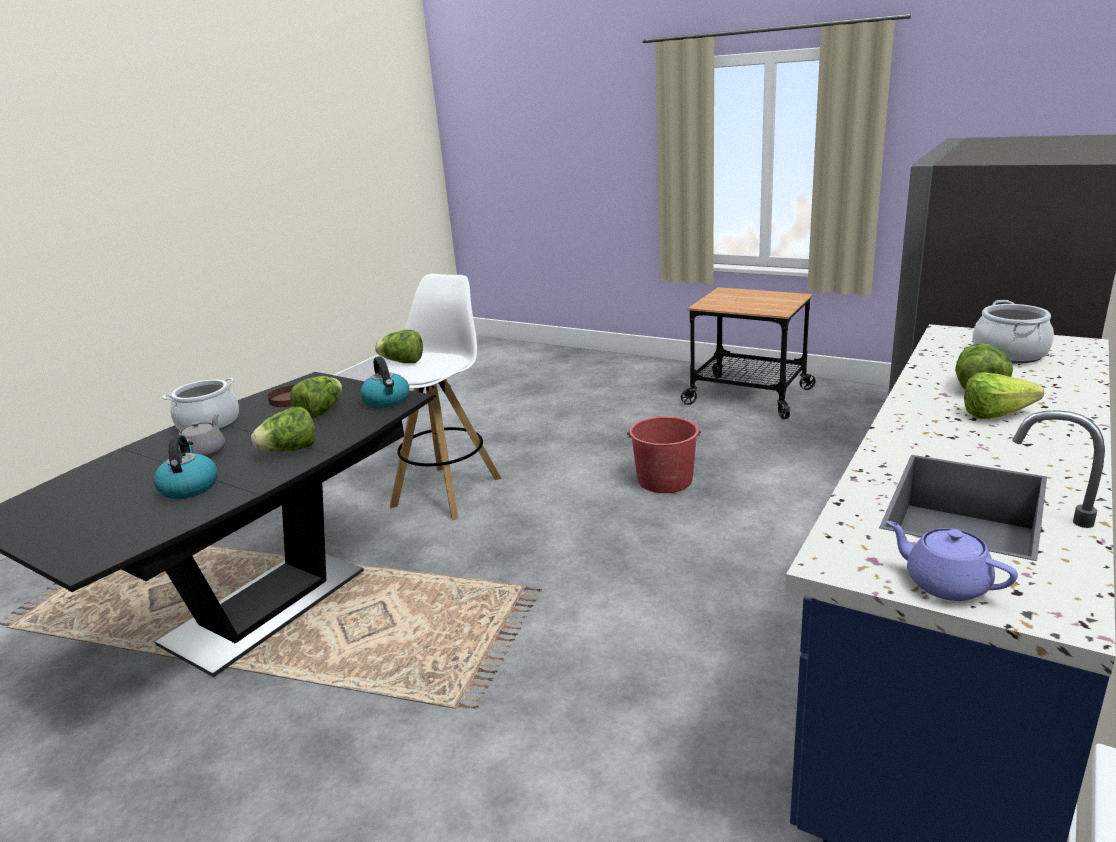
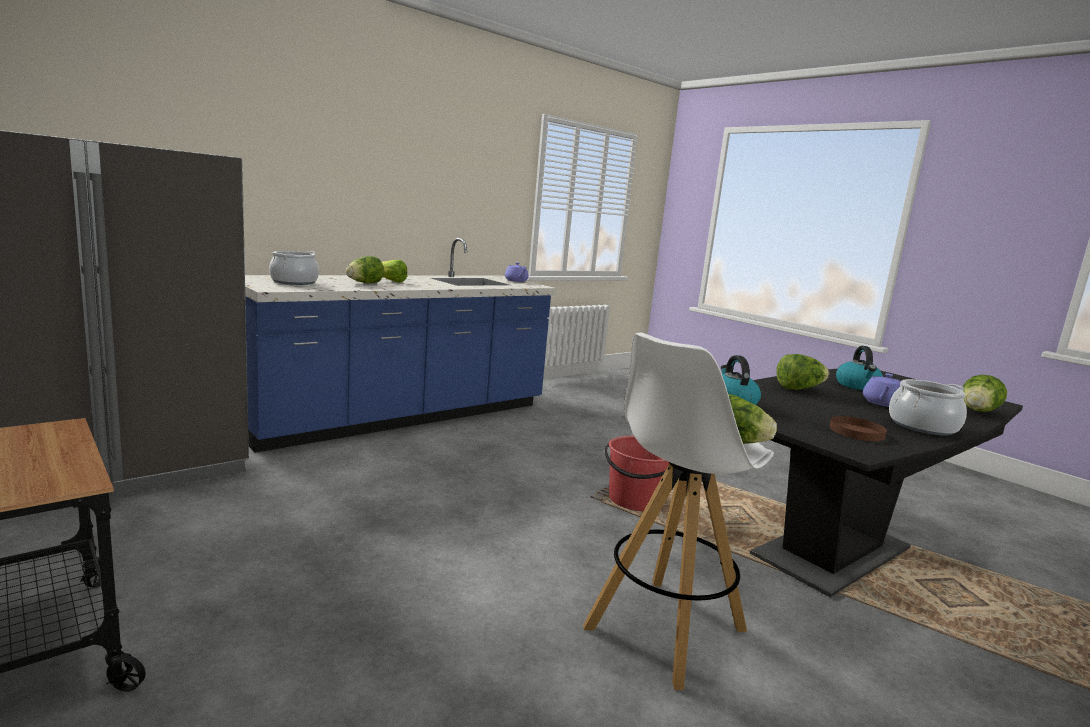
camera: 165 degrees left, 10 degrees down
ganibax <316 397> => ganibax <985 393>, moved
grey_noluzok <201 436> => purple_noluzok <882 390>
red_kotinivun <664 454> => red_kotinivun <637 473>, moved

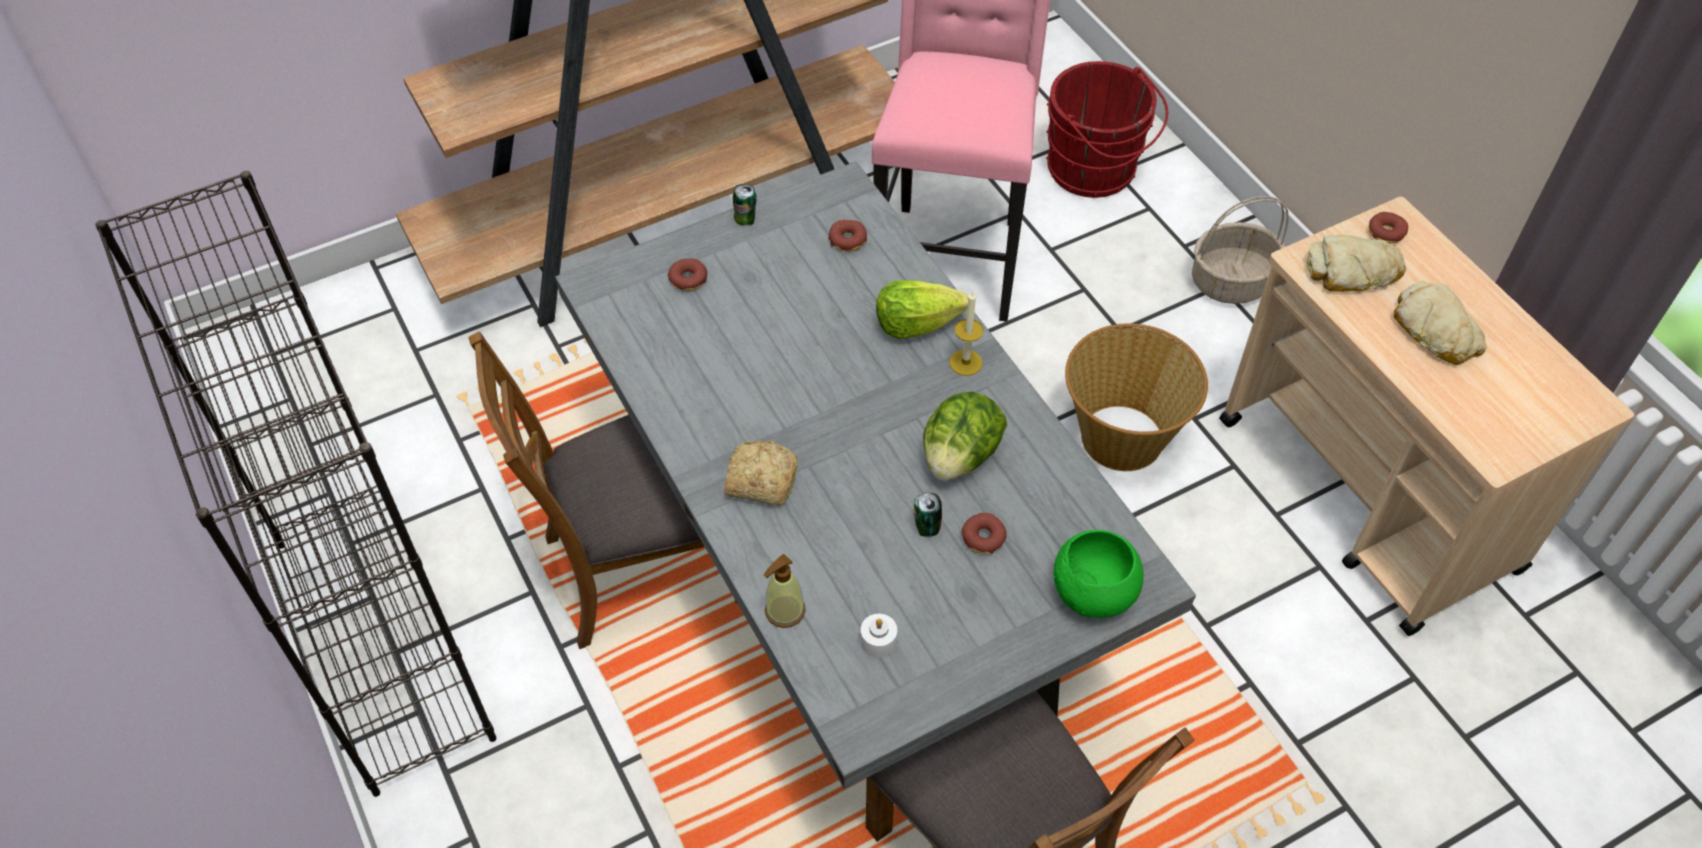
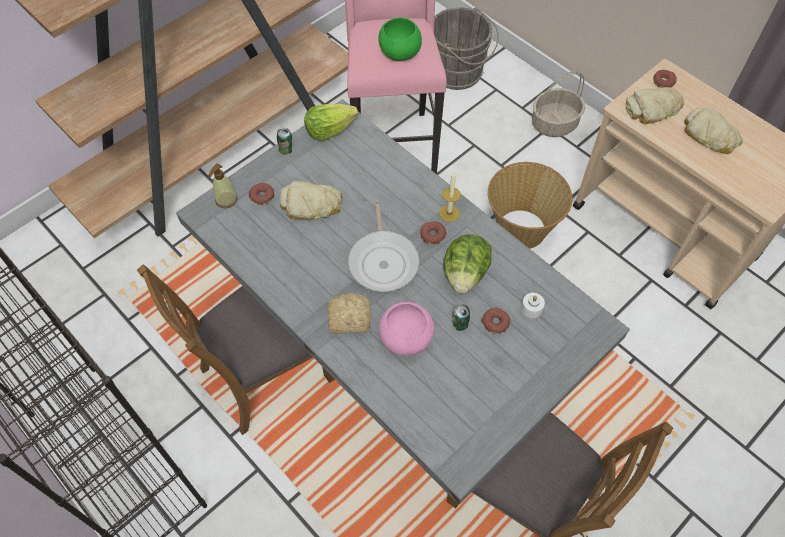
camera: 15 degrees left, 5 degrees up
red_kotinivun <1107 129> => grey_kotinivun <466 48>
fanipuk <847 236> => fanipuk <433 233>, moved
ganibax <922 309> => ganibax <331 122>, moved
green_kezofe <1099 574> => green_kezofe <400 39>, moved
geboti <785 591> => geboti <222 186>, moved
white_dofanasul <878 636> => white_dofanasul <533 305>, moved
nothing => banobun <311 200>
nothing => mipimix <384 246>
nothing => pink_kezofe <406 329>

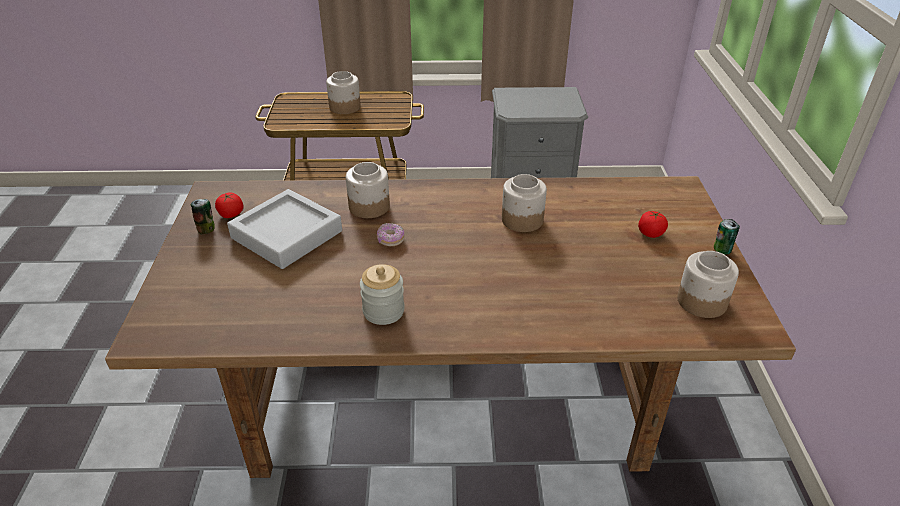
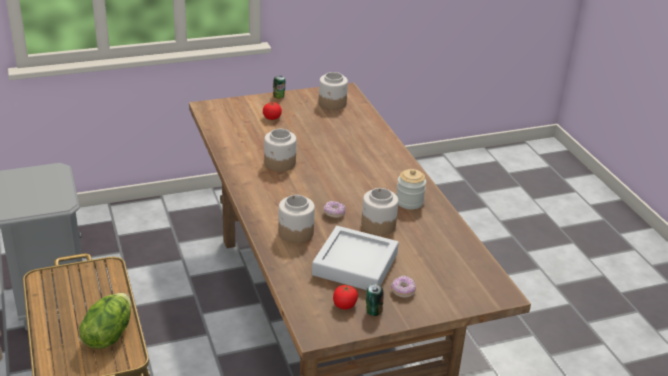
camera: 110 degrees left, 5 degrees down
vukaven <343 92> => vukaven <379 211>, moved
nothing => fanipuk <403 287>
nothing => ganibax <105 321>

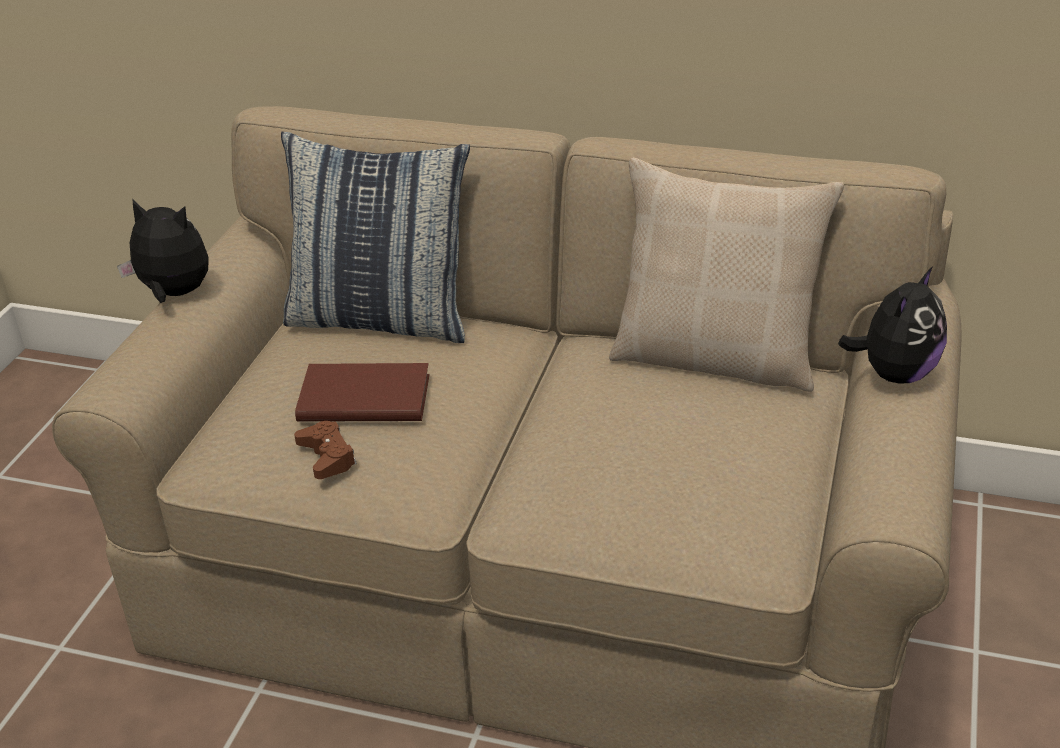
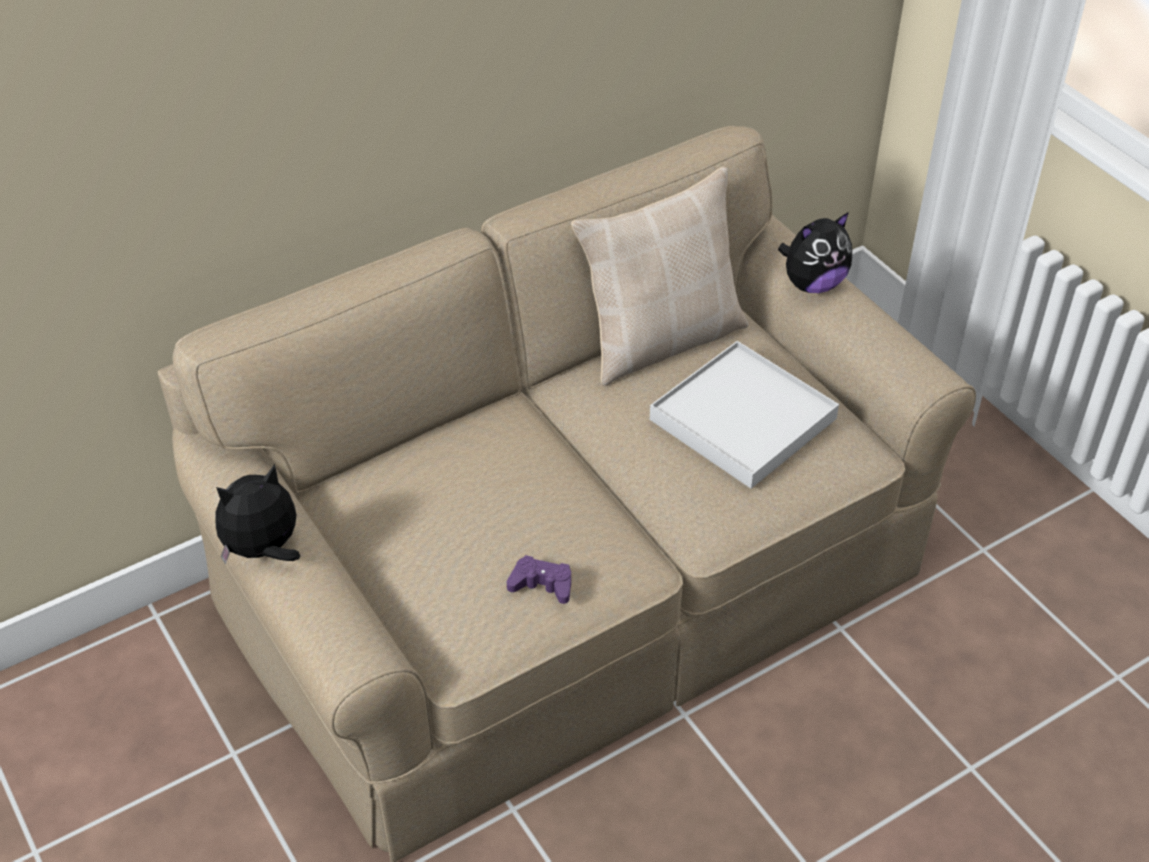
camera: 50 degrees left, 10 degrees up
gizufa <375 237> => nothing
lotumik <892 325> => lotumik <815 252>, 75 degrees clockwise
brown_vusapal <362 392> => nothing
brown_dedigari <325 450> => purple_dedigari <539 579>
nothing => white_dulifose <744 415>

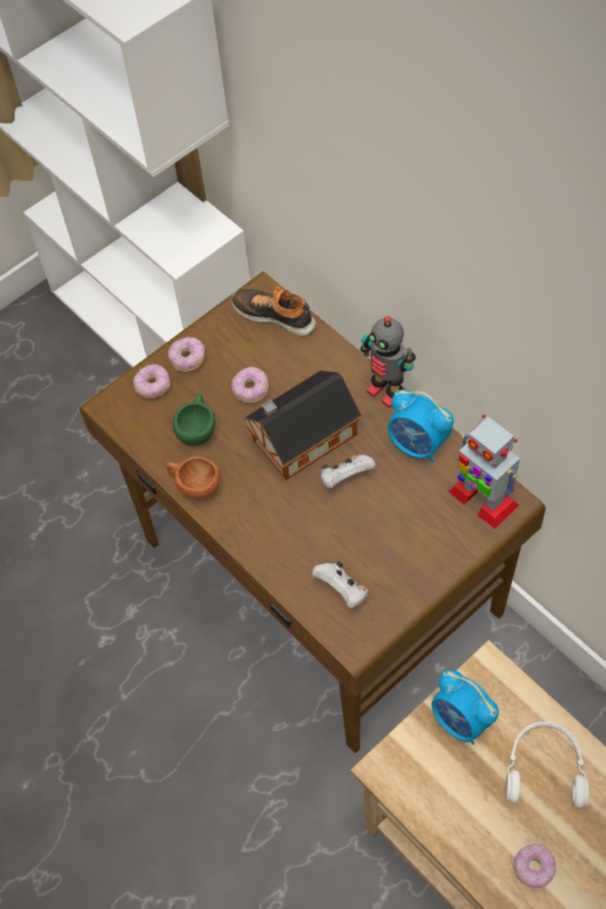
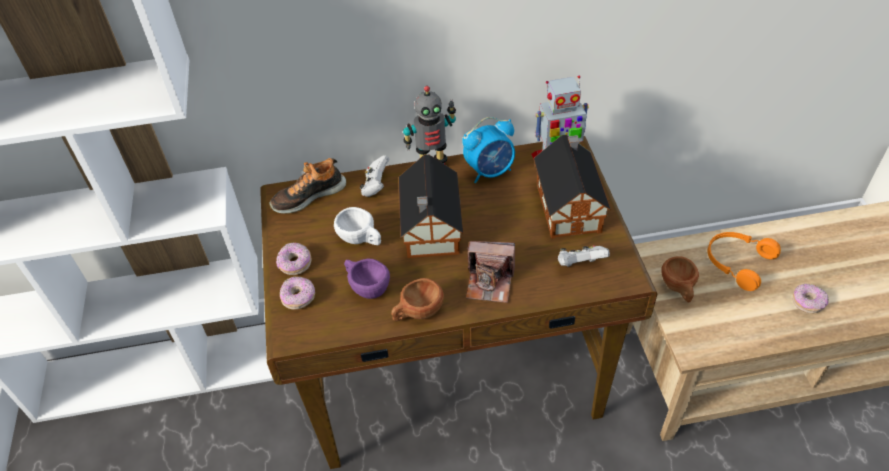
camera: 60 degrees left, 10 degrees down
fanipuk <250 385> => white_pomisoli <357 226>
green_pomisoli <194 419> => purple_pomisoli <367 279>
white_dedigari <348 471> => white_dedigari <374 176>, moved
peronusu <465 707> => brown_pomisoli <680 279>
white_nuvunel <547 765> => orange_nuvunel <744 261>
nothing => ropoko <572 187>
nothing => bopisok <490 272>

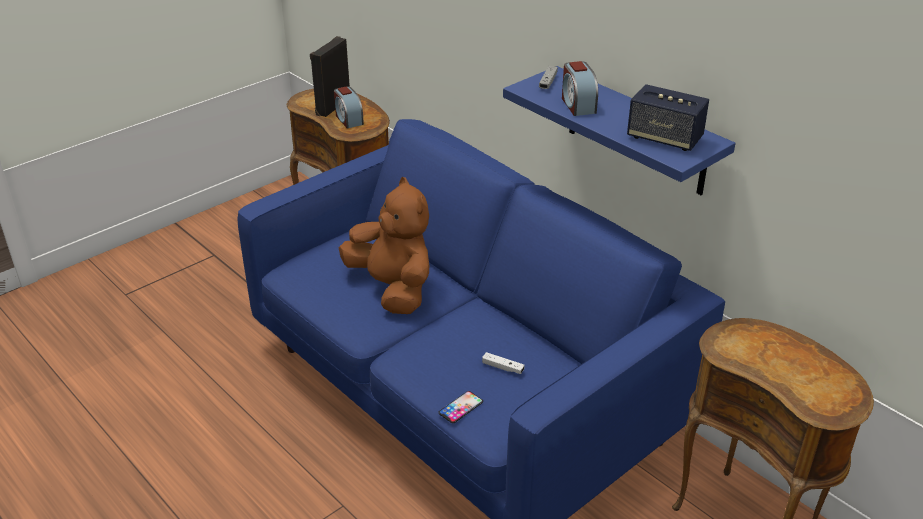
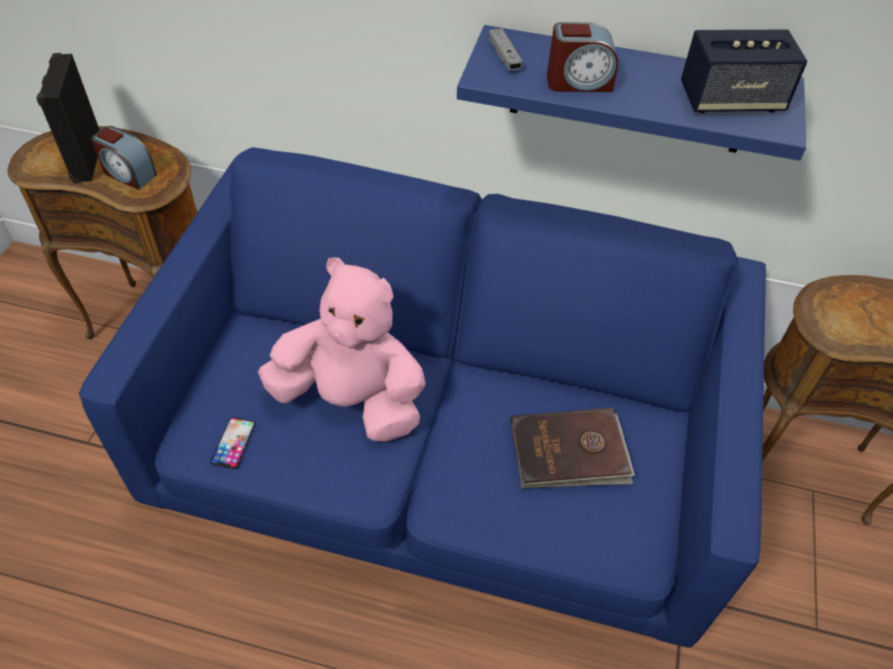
camera: 35 degrees left, 15 degrees up
peronusu <580 88> => peronusu <582 57>, 45 degrees counterclockwise
brown_lotumik <384 245> => pink_lotumik <342 350>
white_dedigari <503 363> => brown_vusapal <572 448>
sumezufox <460 407> => sumezufox <233 443>, moved

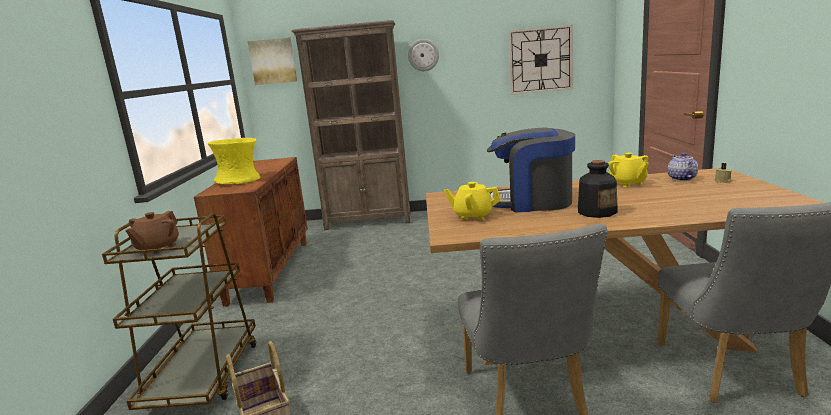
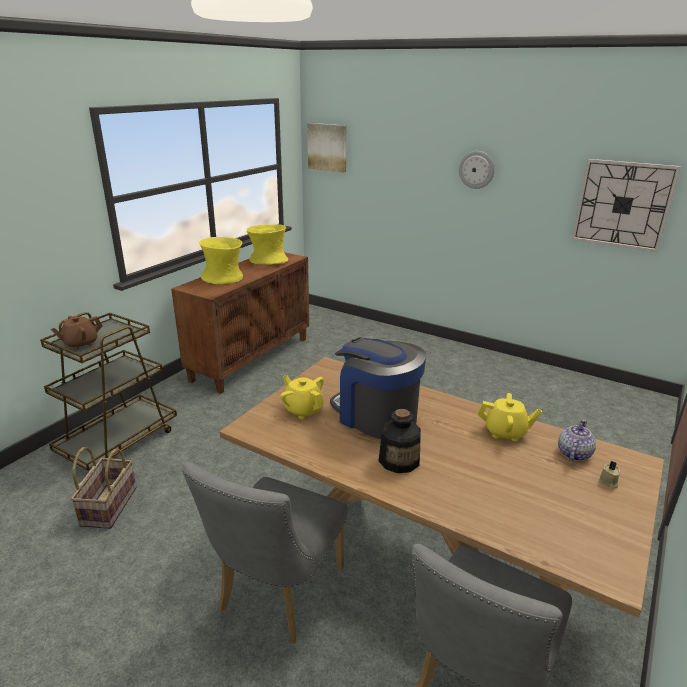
camera: 30 degrees right, 10 degrees up
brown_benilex <350 125> => nothing
yellow_noluzok <628 170> => yellow_noluzok <510 417>, 90 degrees counterclockwise
nothing => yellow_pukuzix <267 244>

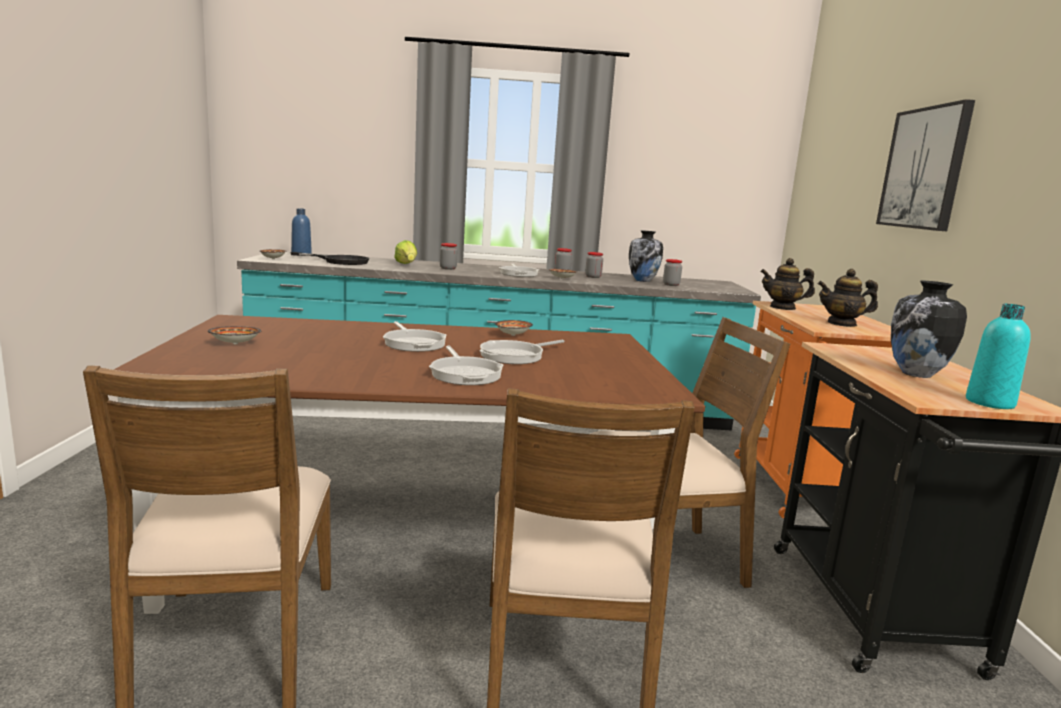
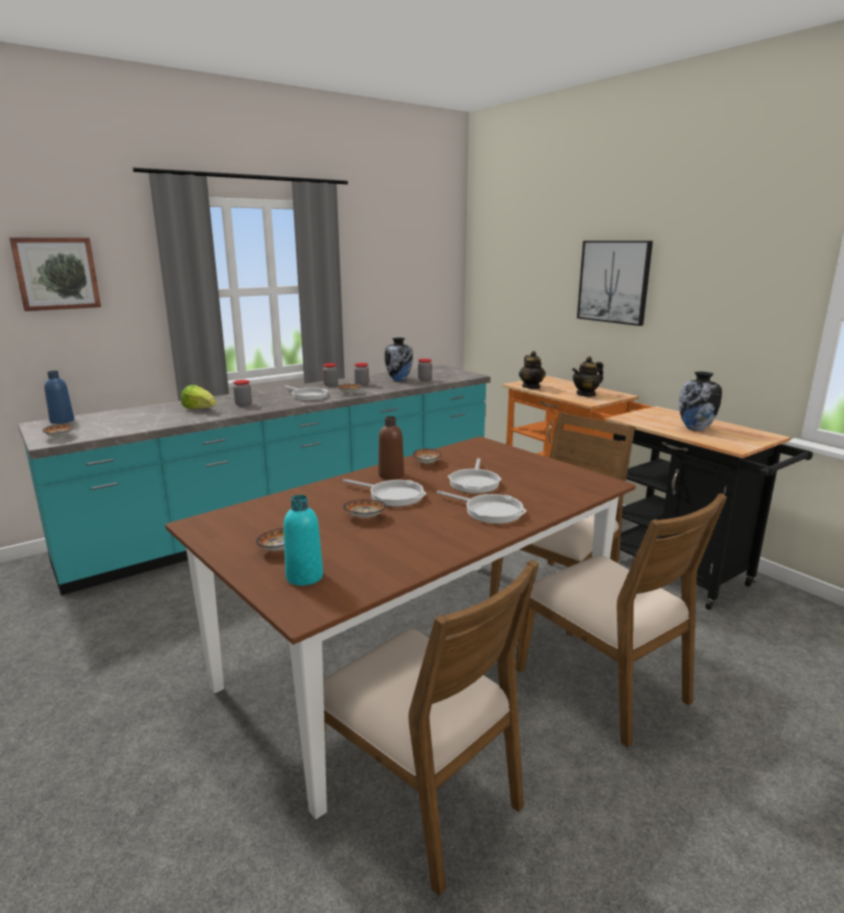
camera: 35 degrees left, 5 degrees up
black_mipimix <329 258> => nothing
noluzok <787 284> => noluzok <532 370>, 75 degrees counterclockwise
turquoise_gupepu <998 356> => turquoise_gupepu <303 540>, moved
nothing => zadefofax <55 274>
nothing => brown_gupepu <391 447>
nothing => kezofe <365 508>

